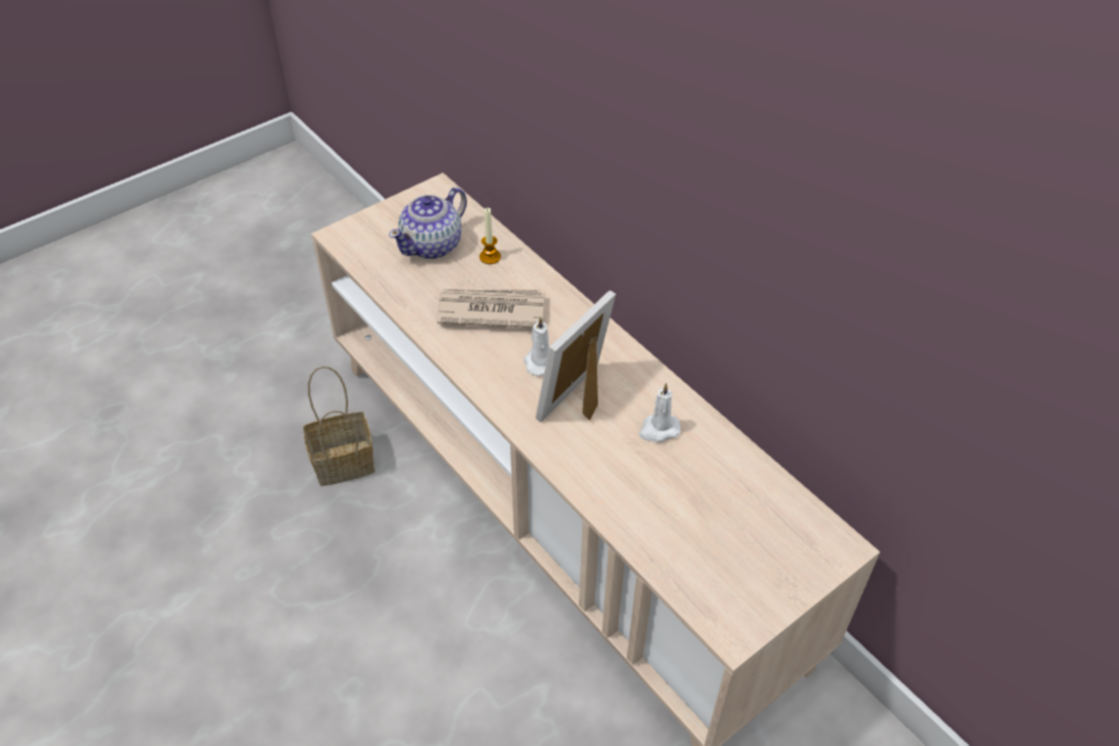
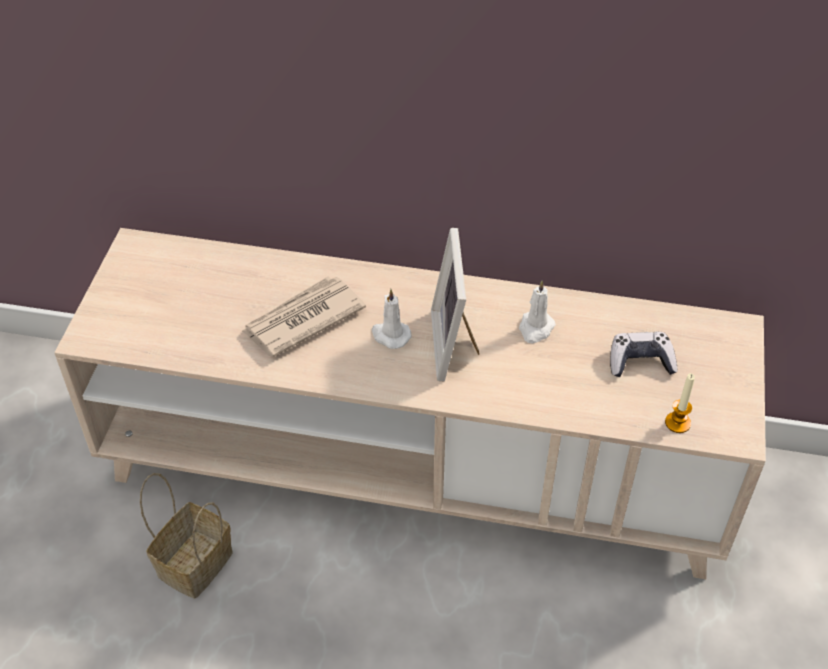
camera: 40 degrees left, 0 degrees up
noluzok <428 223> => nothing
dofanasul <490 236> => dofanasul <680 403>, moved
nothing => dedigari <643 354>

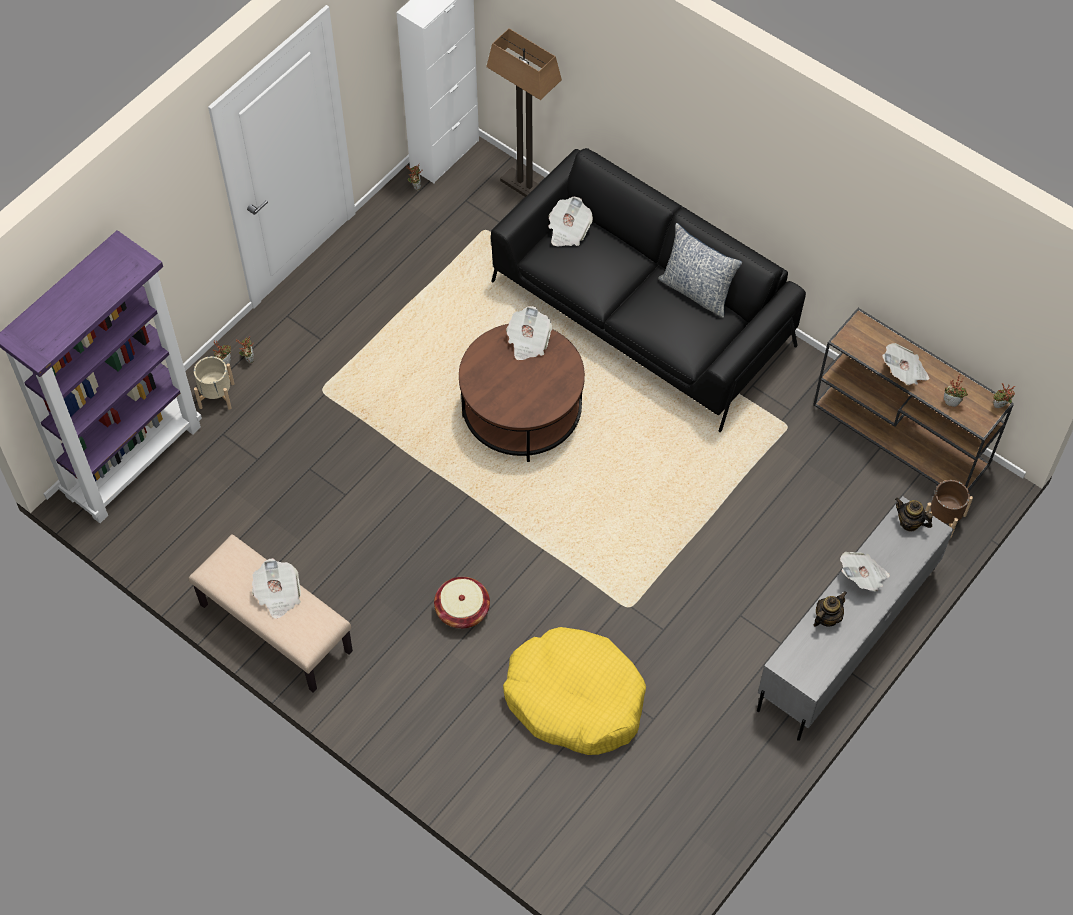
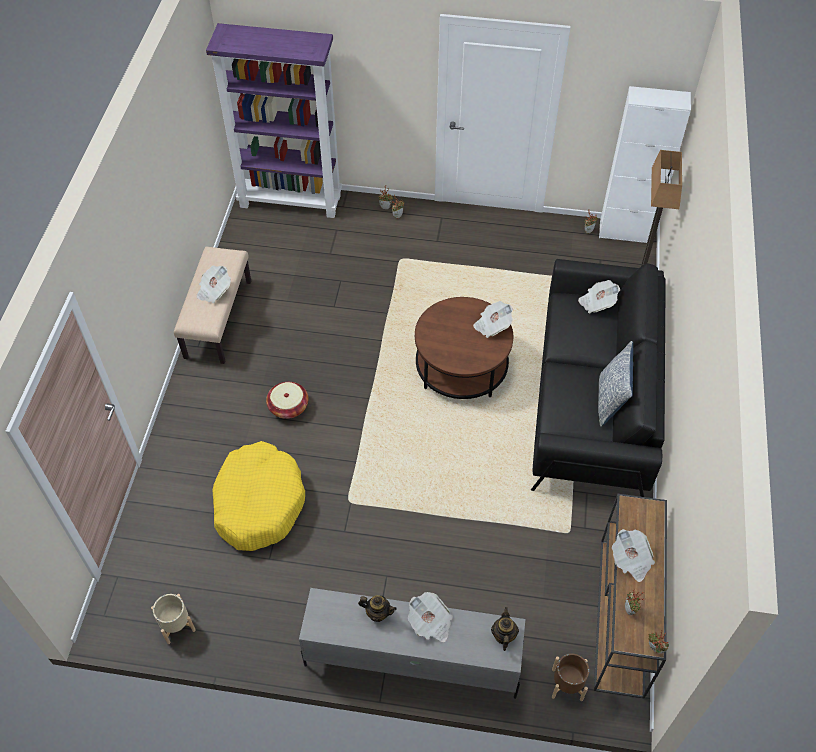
camera: 60 degrees right, 5 degrees down
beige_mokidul <214 383> => beige_mokidul <173 619>, moved

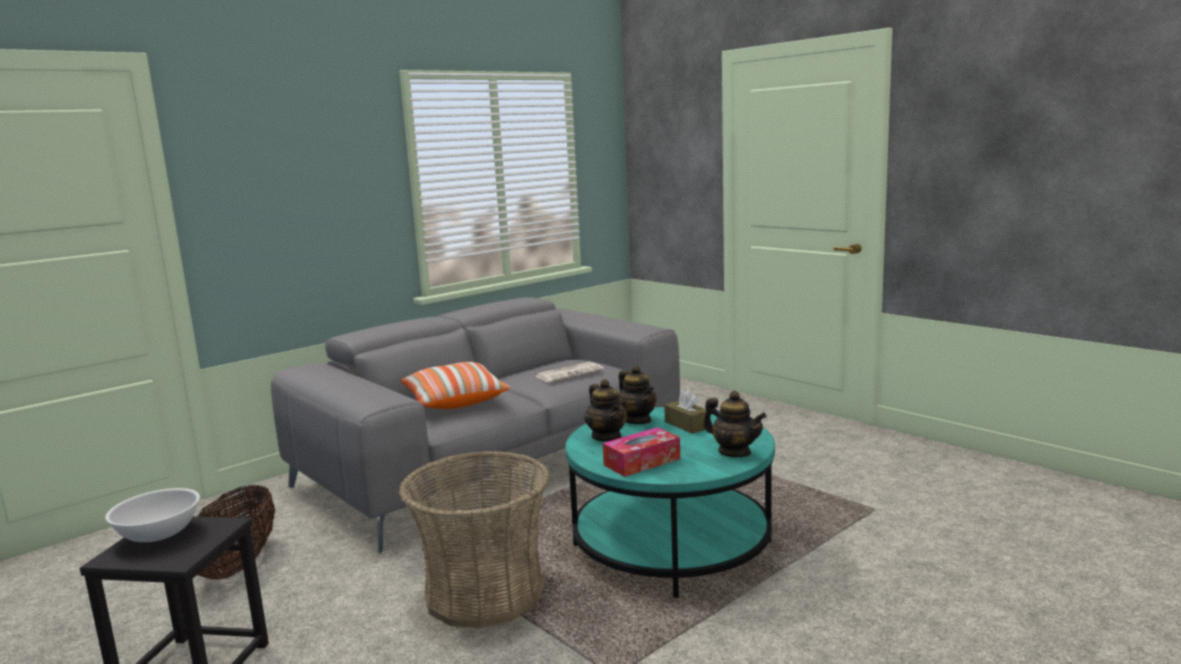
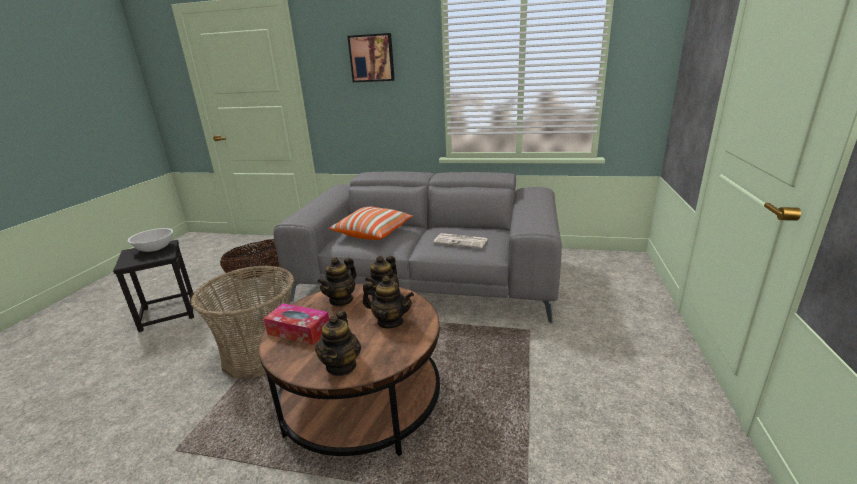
camera: 55 degrees right, 10 degrees up
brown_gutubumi <685 411> => noluzok <388 302>
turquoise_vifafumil <670 502> => brown_vifafumil <349 369>
nothing => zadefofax <371 57>

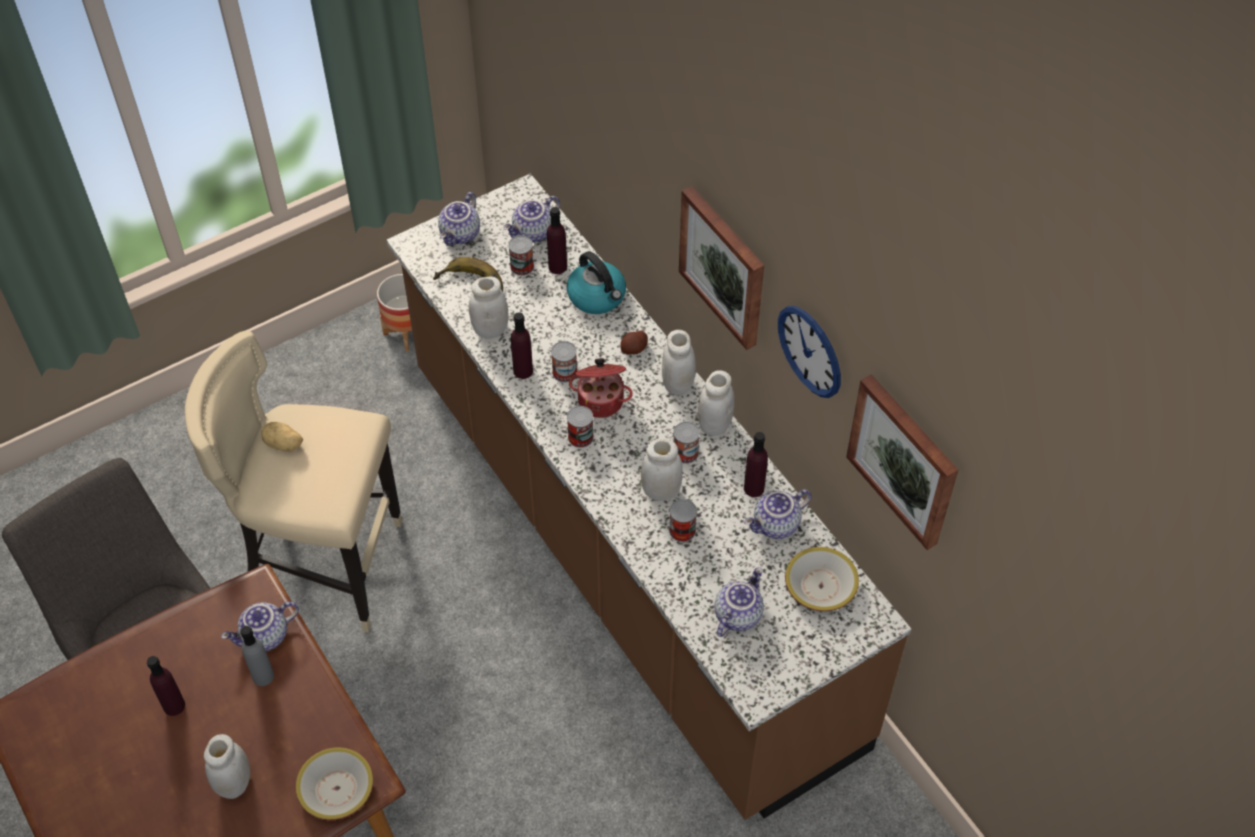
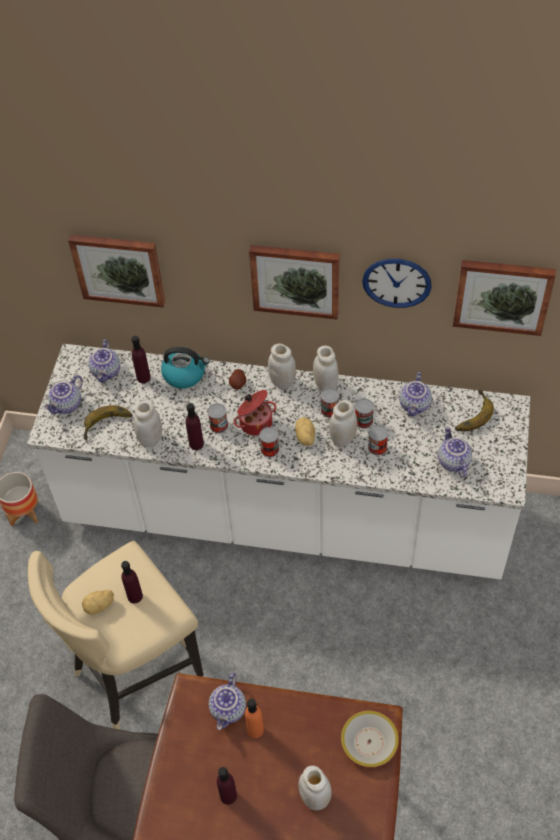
camera: 45 degrees left, 0 degrees up
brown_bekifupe <648 497> => white_bekifupe <278 461>
noluzok <459 218> => noluzok <63 394>, 60 degrees clockwise
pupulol <521 255> => pupulol <364 413>, moved
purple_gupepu <756 464> => purple_gupepu <132 582>, moved
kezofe <822 579> => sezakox <474 410>
grey_gupepu <257 656> => orange_gupepu <254 718>
nothing => zadefofax <116 271>
nothing => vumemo <305 432>

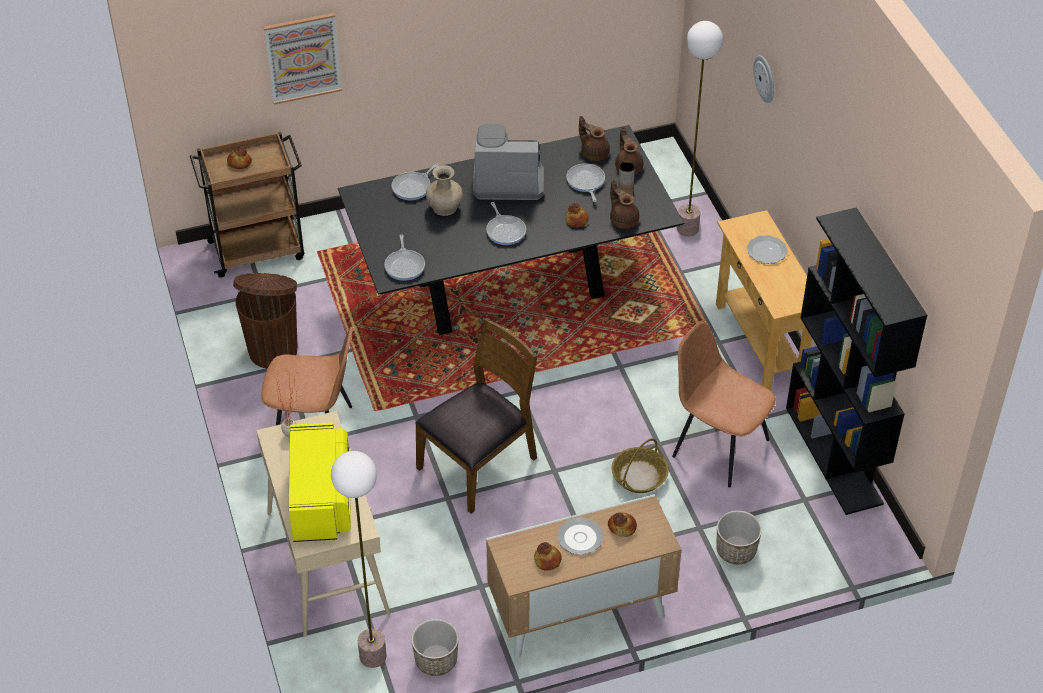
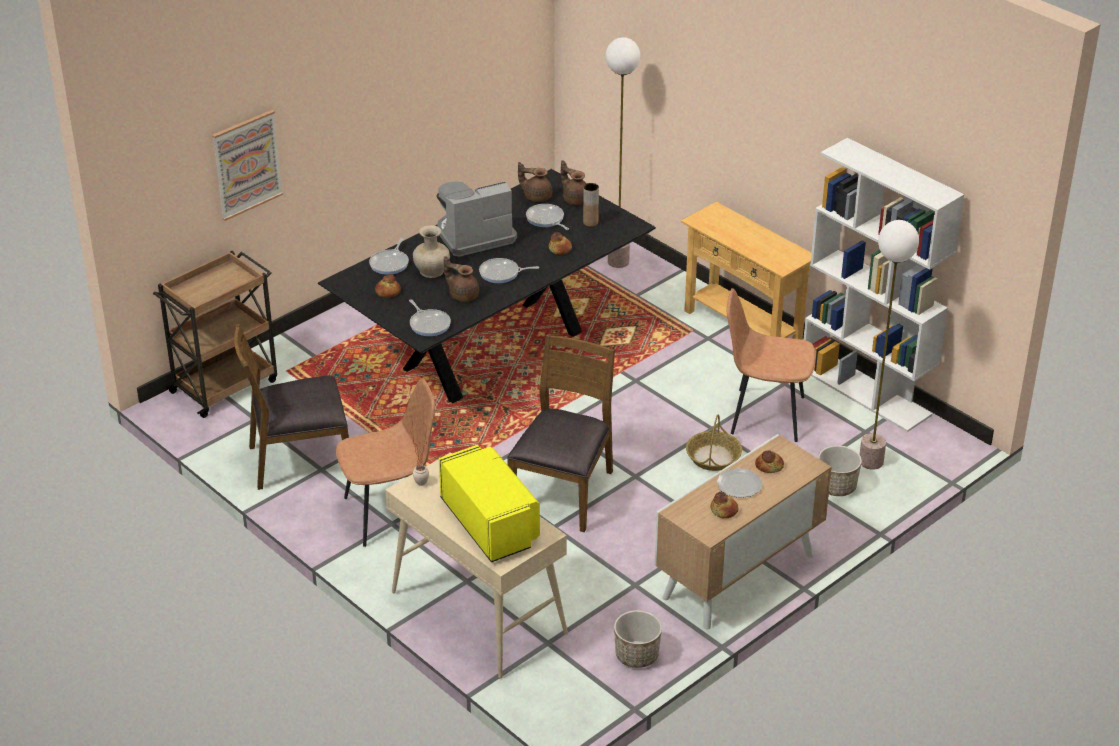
camera: 25 degrees left, 10 degrees down
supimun <764 79> => nothing
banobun <239 158> => banobun <388 285>, moved
brown_noluzok <624 204> => brown_noluzok <461 279>, moved
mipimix <506 223> => mipimix <509 270>, 135 degrees clockwise
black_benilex <856 361> => white_benilex <883 285>
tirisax <767 249> => nothing
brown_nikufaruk <265 321> => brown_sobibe <291 407>
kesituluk <359 559> => kesituluk <889 345>, moved

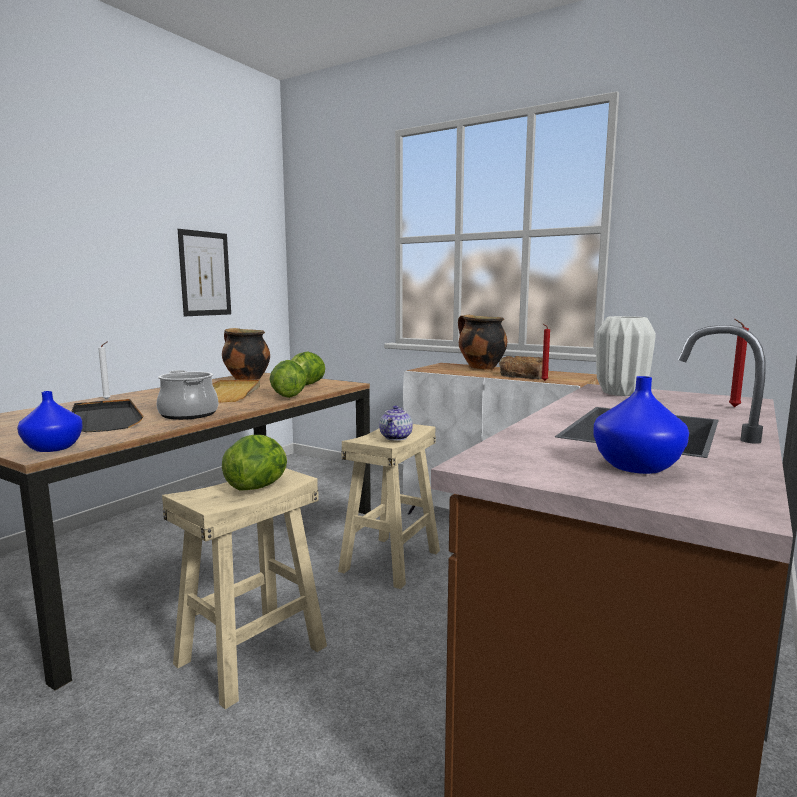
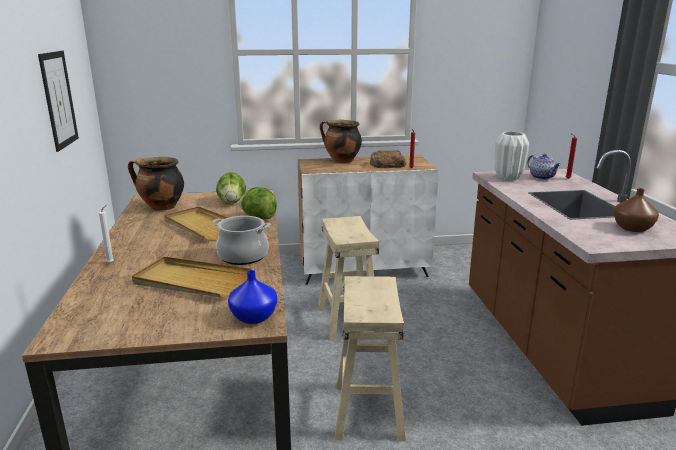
camera: 40 degrees left, 10 degrees up
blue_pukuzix <641 425> => brown_pukuzix <636 210>
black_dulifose <107 415> => beige_dulifose <192 277>
noluzok <396 423> => noluzok <544 167>, moved
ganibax <254 462> => nothing

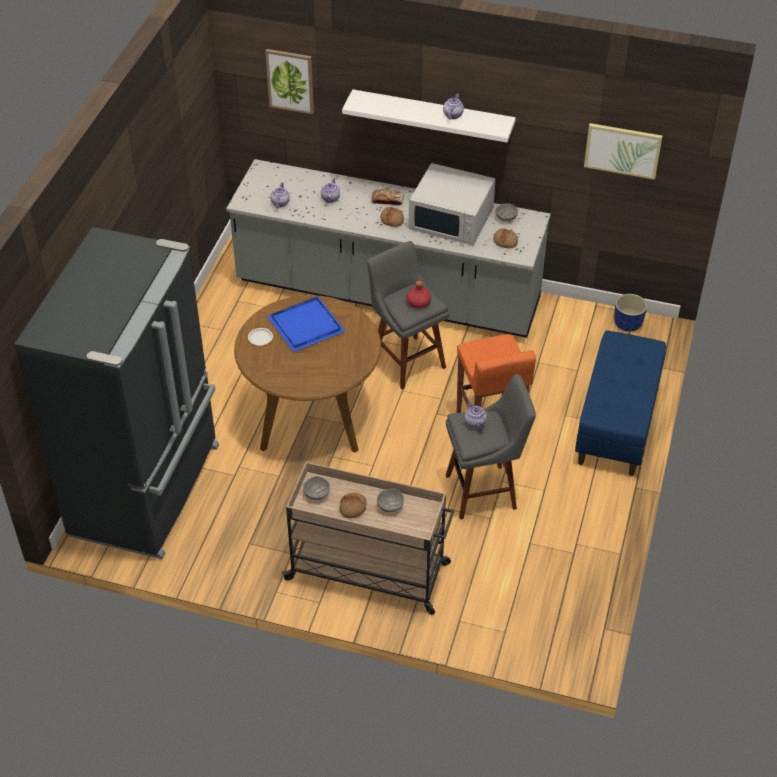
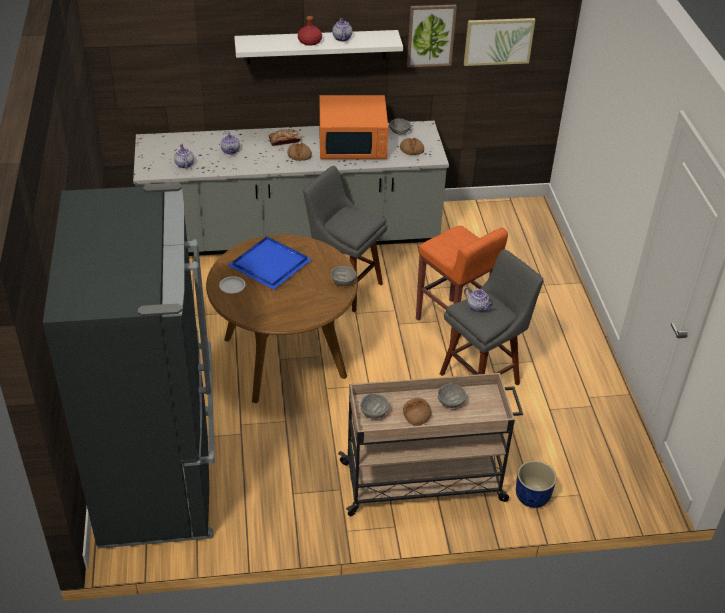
camera: 25 degrees left, 5 degrees down
zadefofax <289 81> => zadefofax <432 36>, moved
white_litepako <452 204> => orange_litepako <354 127>
red_gupepu <418 294> => red_gupepu <310 31>, moved
blue_mokidul <630 313> => blue_mokidul <536 484>, moved
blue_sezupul <620 403> => nothing
nothing => grey_kezofe <344 276>

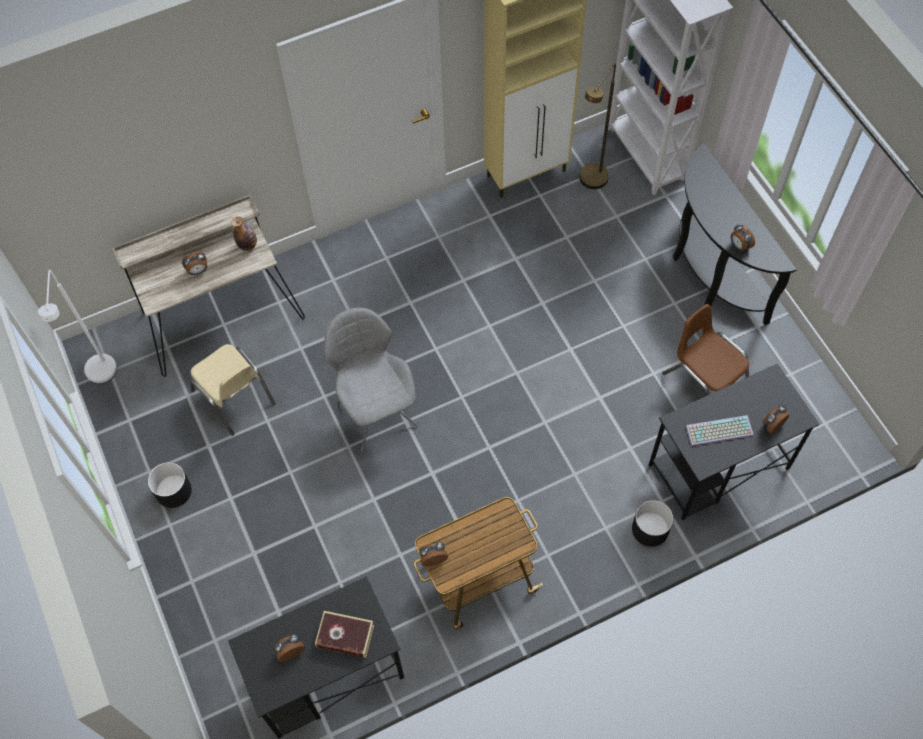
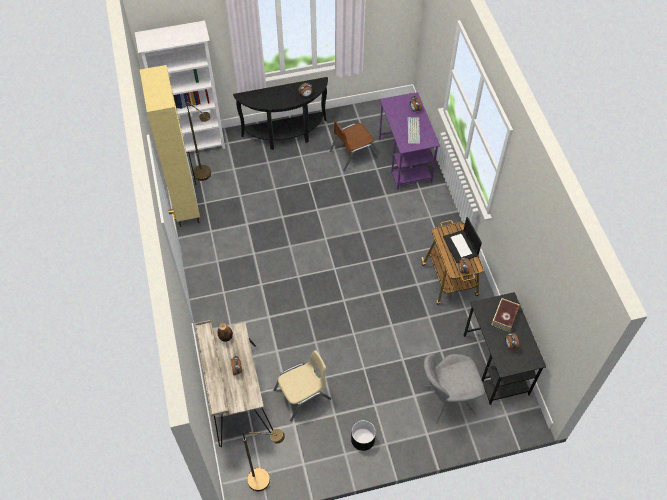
camera: 80 degrees left, 5 degrees down
white_kesituluk <77 327> => brown_kesituluk <264 460>
grey_sobibe <371 380> => grey_sobibe <454 388>, moved
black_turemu <734 441> => purple_turemu <409 141>
black_mokidul <653 523> => nothing
nothing => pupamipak <462 240>

